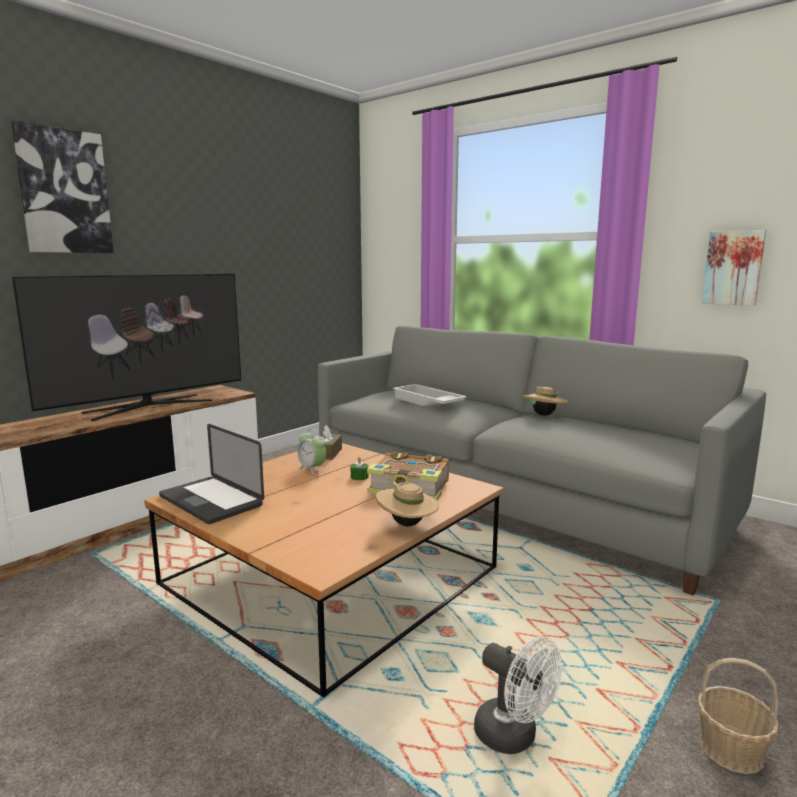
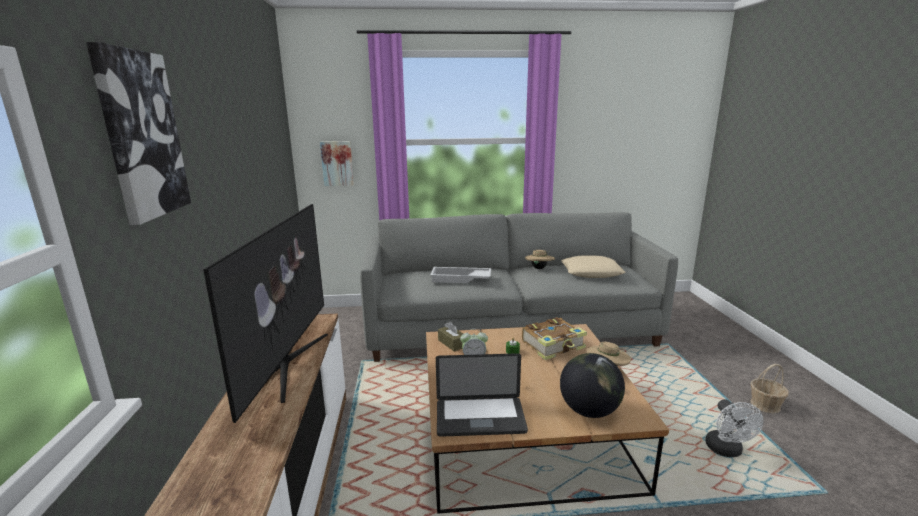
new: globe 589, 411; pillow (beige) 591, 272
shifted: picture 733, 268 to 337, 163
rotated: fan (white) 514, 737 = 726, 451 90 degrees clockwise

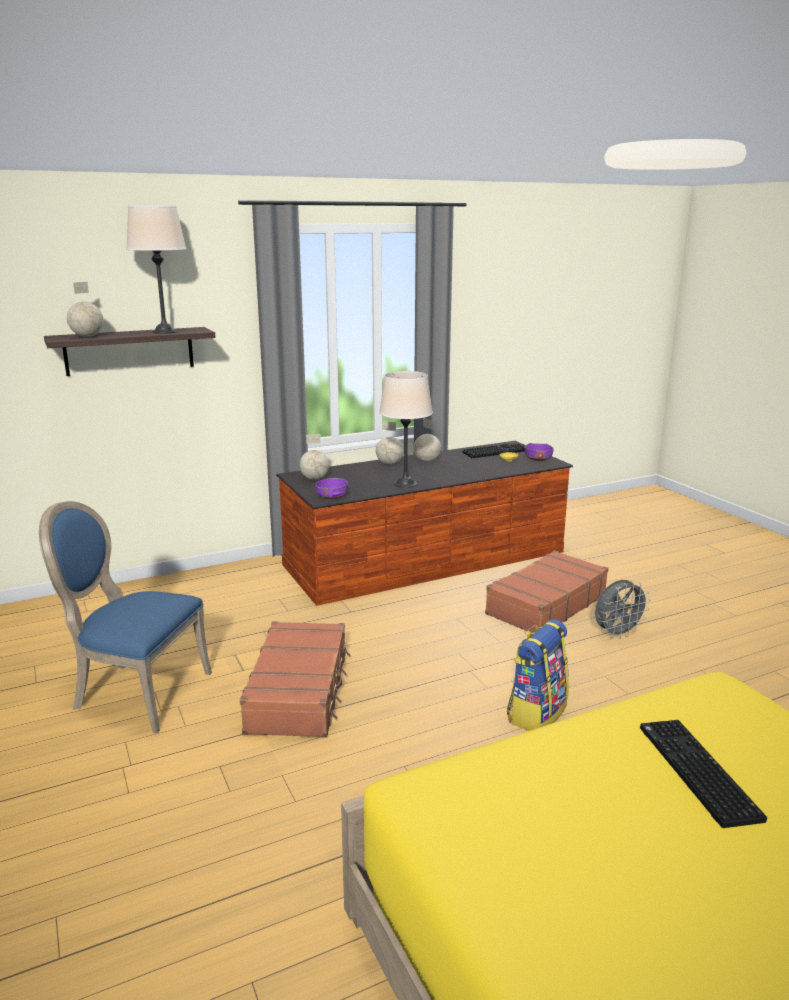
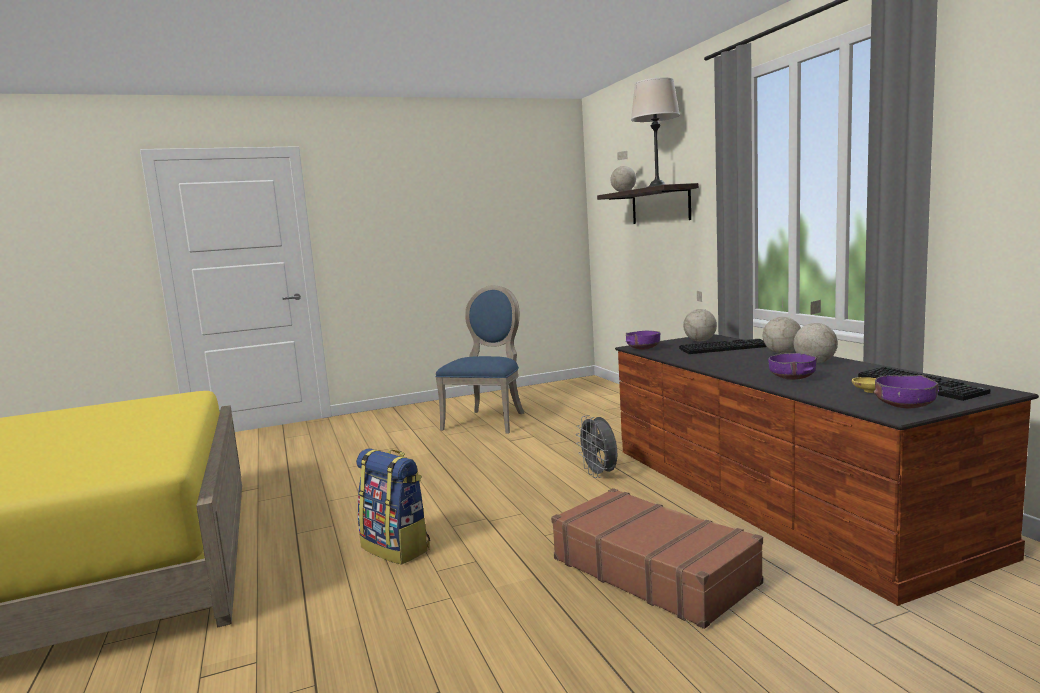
gone: suitcase (brown) 299, 691; table lamp (beige) 405, 484
new: bowl (purple) 792, 378
shifted: fan (grey) 617, 634 to 600, 474; keyboard 694, 771 to 724, 348

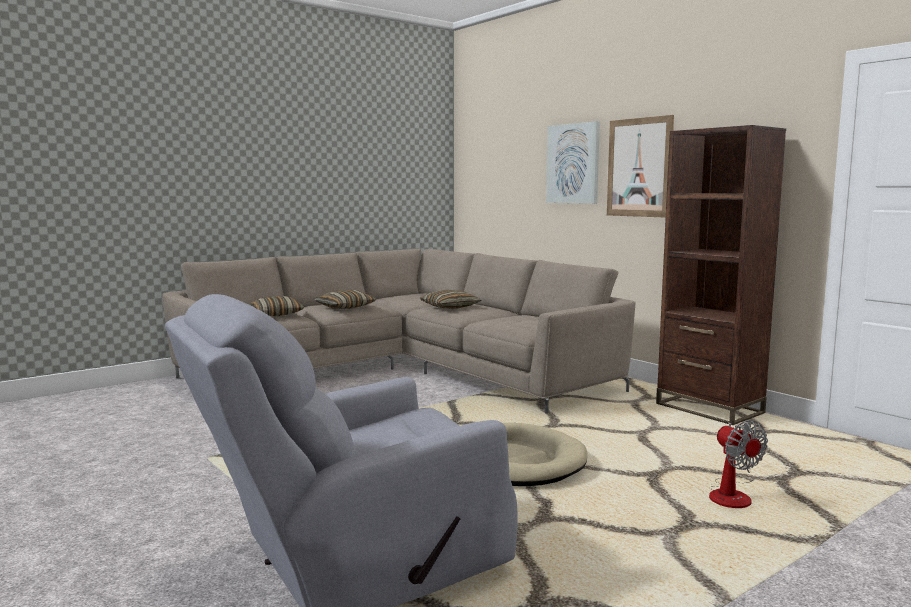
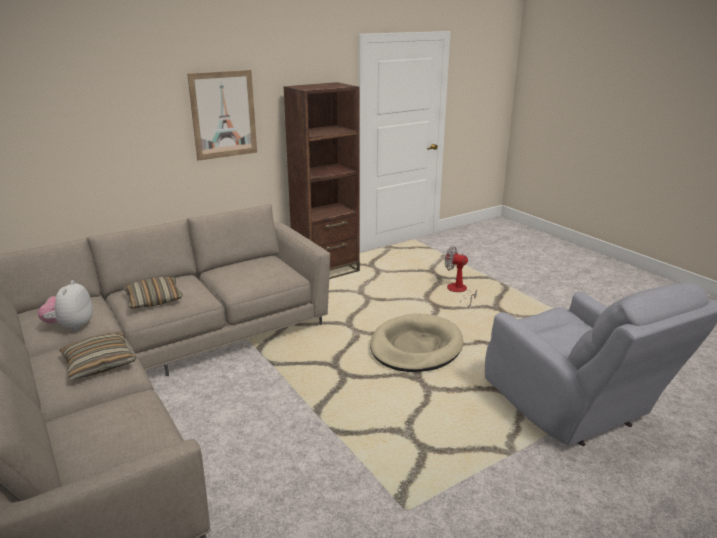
gone: pillow 275, 314; picture 573, 163
new: plush toy 71, 327
rotated: fan 732, 495 = 459, 292 135 degrees counterclockwise

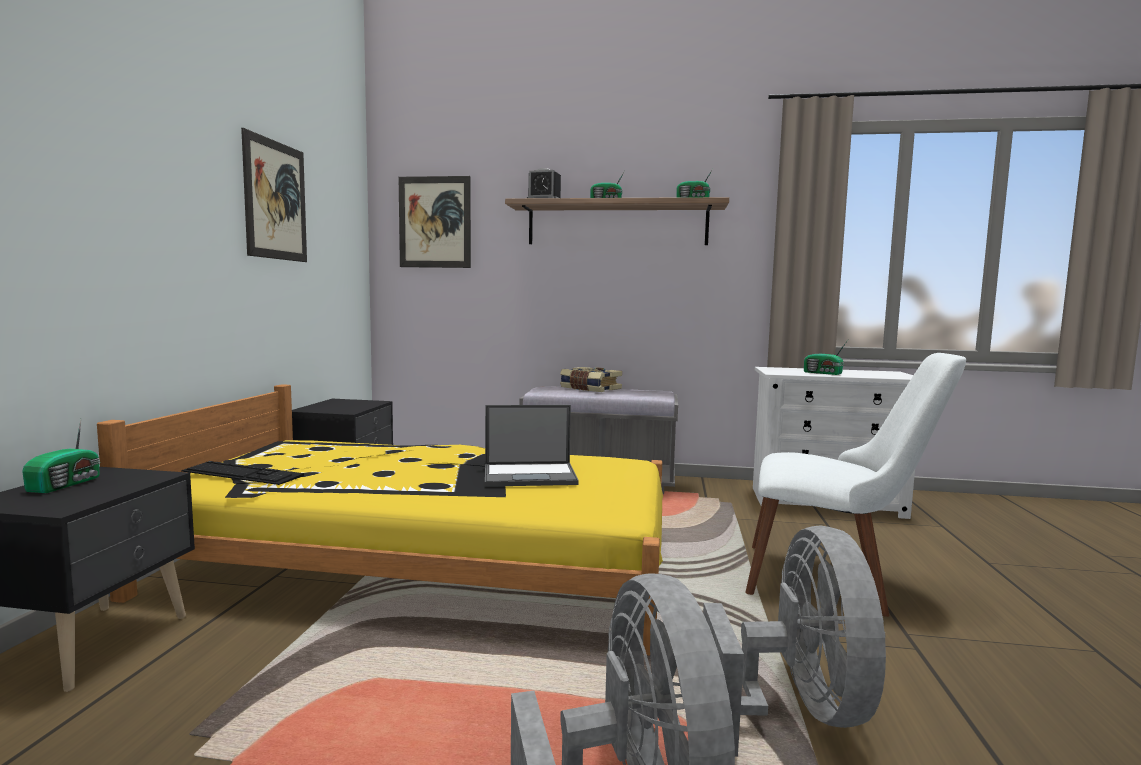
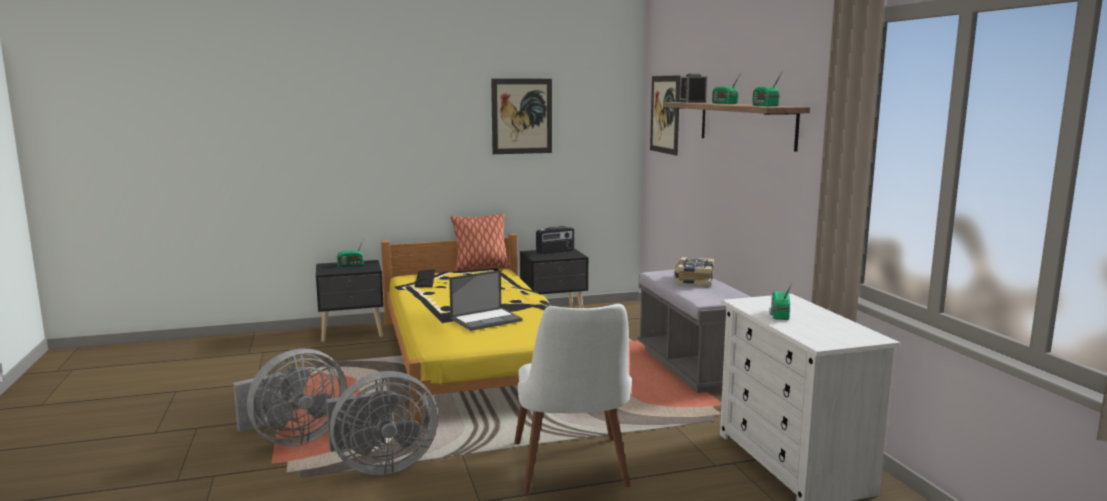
new: pillow 481, 268; radio 555, 251
rotated: laptop 531, 475 = 486, 319 90 degrees counterclockwise

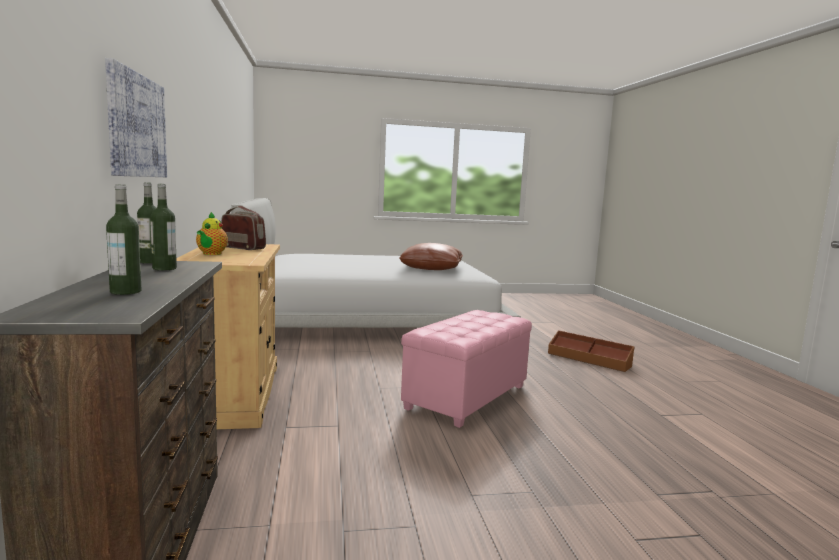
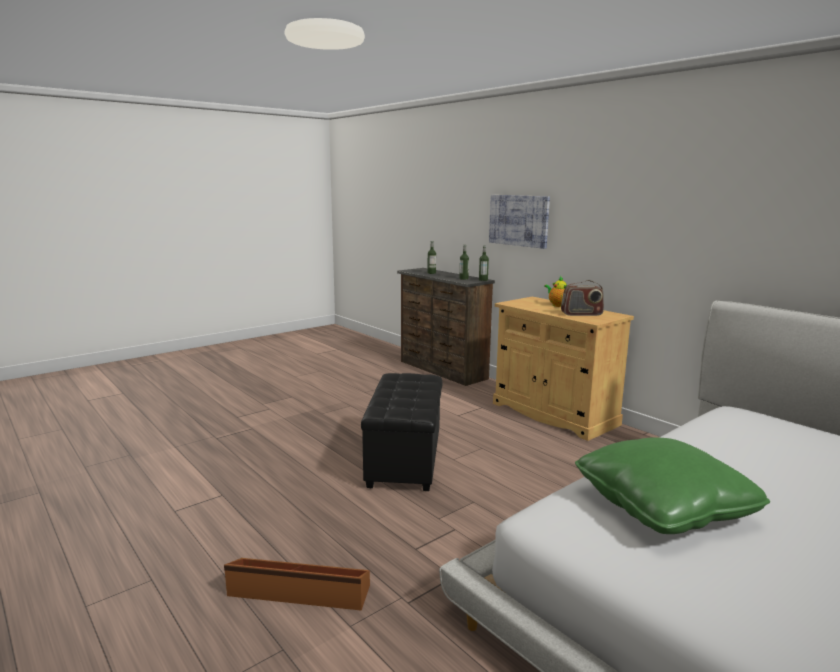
repainted: ottoman (pink) 466, 397 to ottoman (black) 406, 459; pillow (brown) 431, 268 to pillow (green) 663, 506

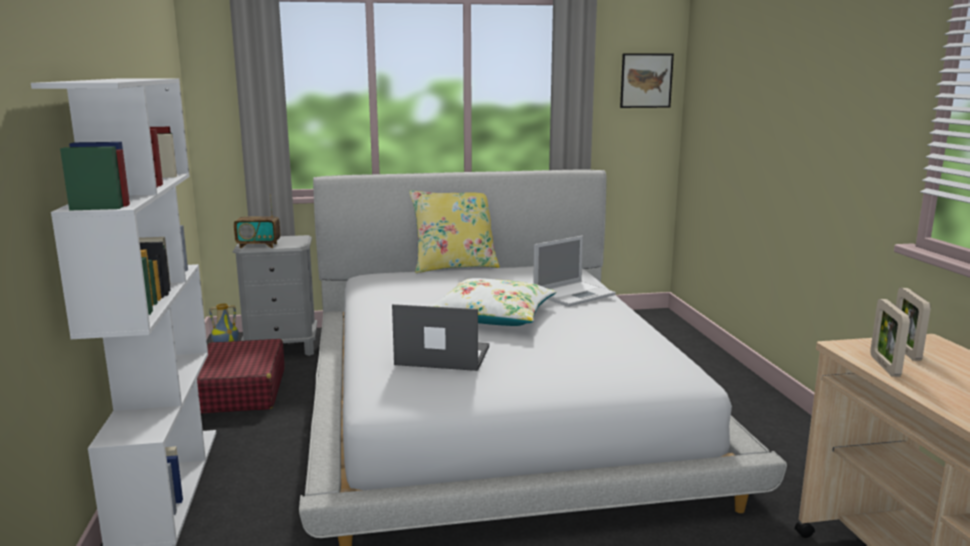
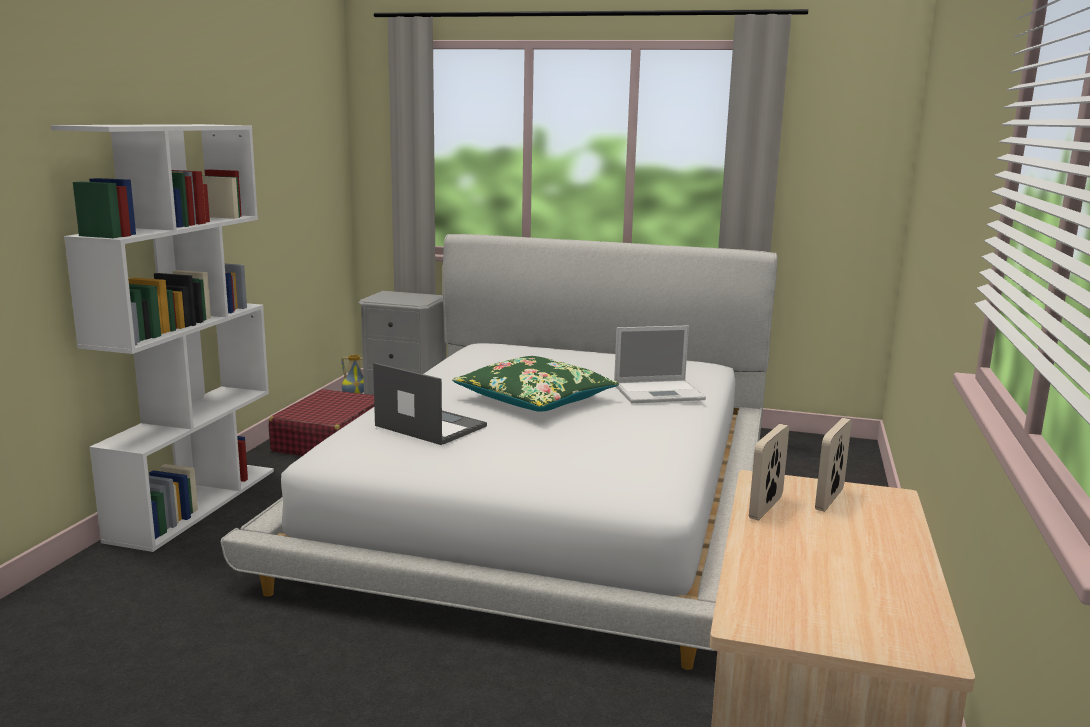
gone: radio 258, 245; pillow (yellow) 455, 267; picture 646, 80
repainted: pillow (white) 492, 317 to pillow (green) 535, 400

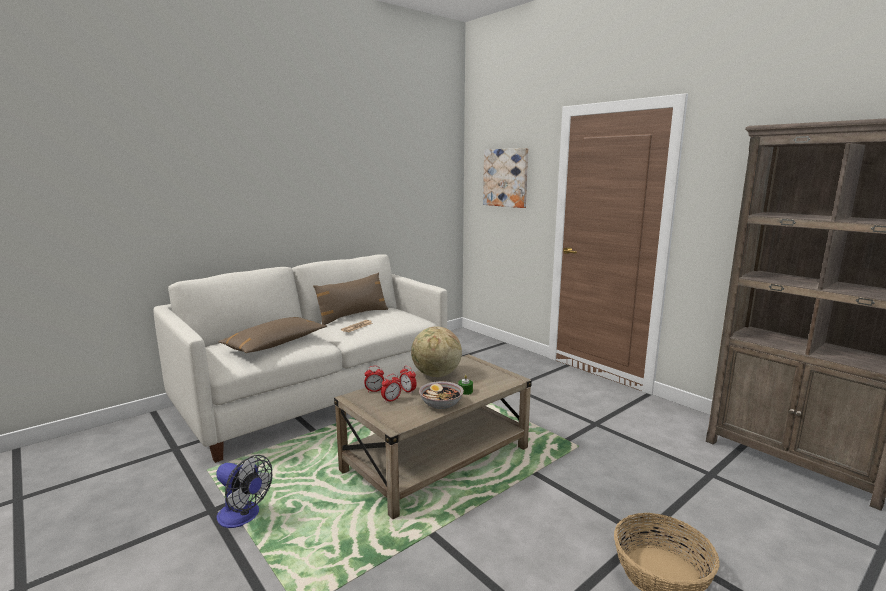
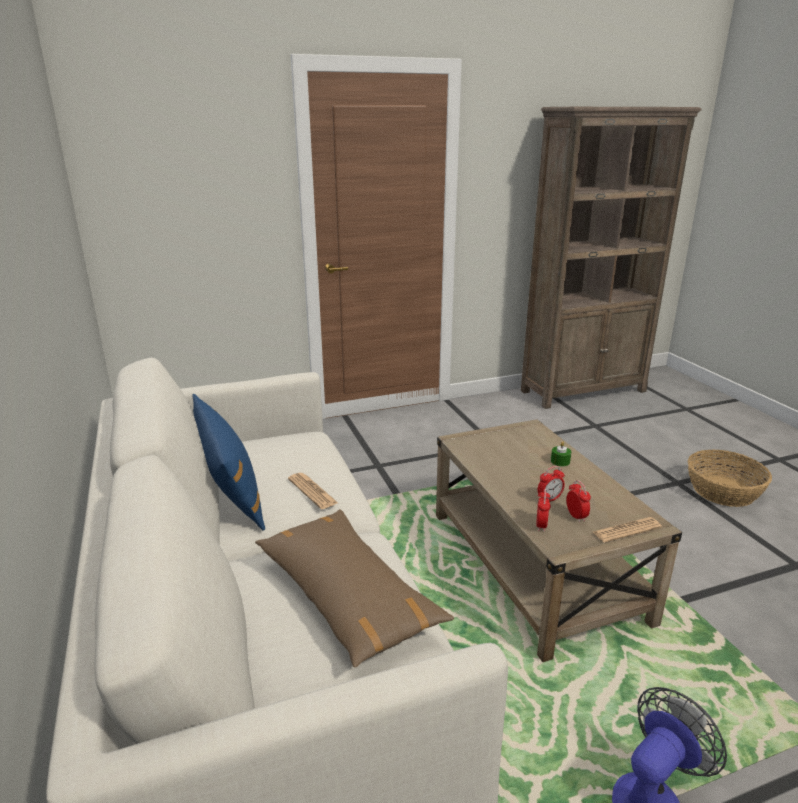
gone: globe 436, 375; bowl 441, 404; picture 506, 177
new: newspaper 626, 530
repainted: pillow (brown) 352, 316 to pillow (blue) 230, 490

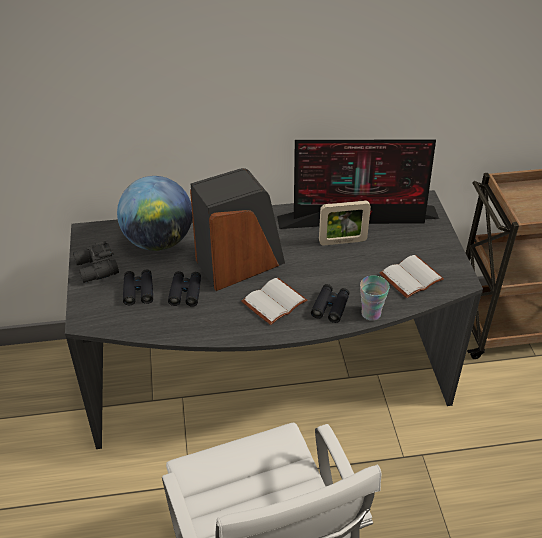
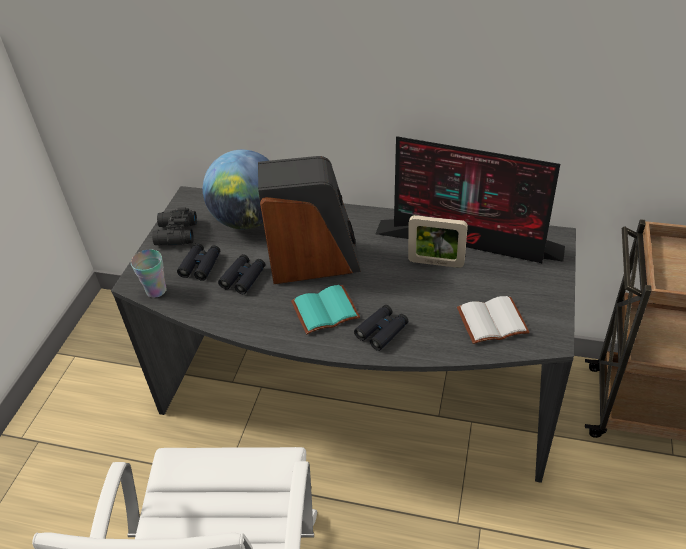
shifted: cup 371, 313 to 156, 290
repainted: book (white) 274, 301 to book (turquoise) 325, 309

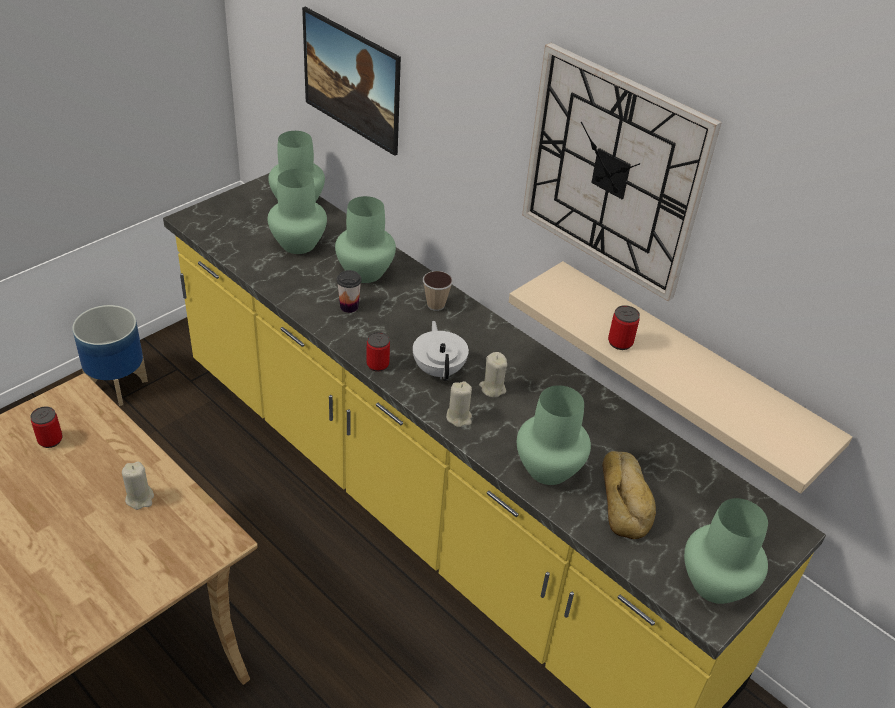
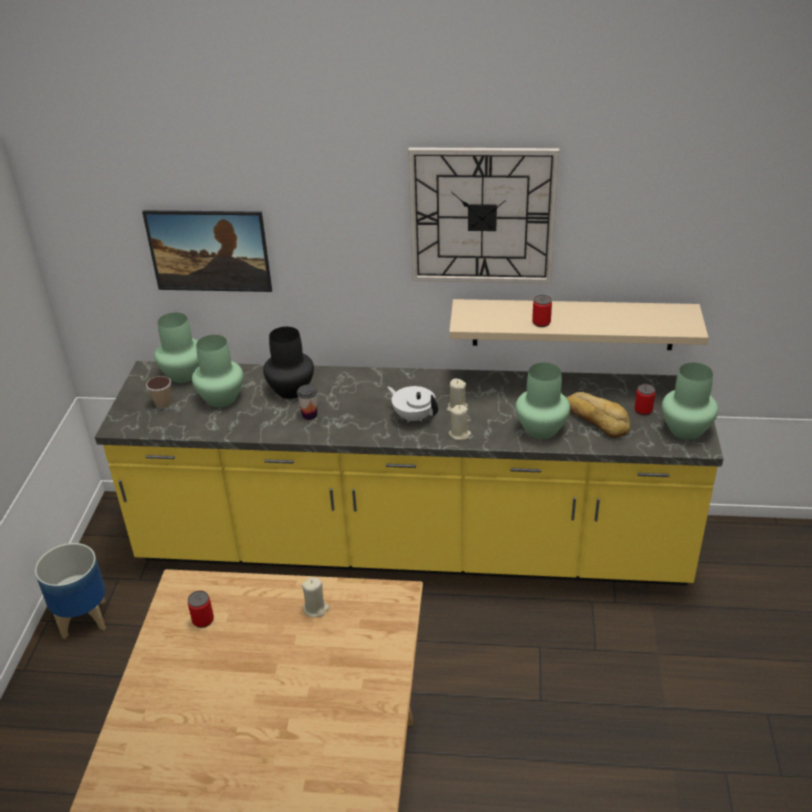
shifted: cup 436, 305 to 163, 404; can 377, 364 to 643, 410
repainted: vase (green) 364, 273 to vase (black) 291, 390

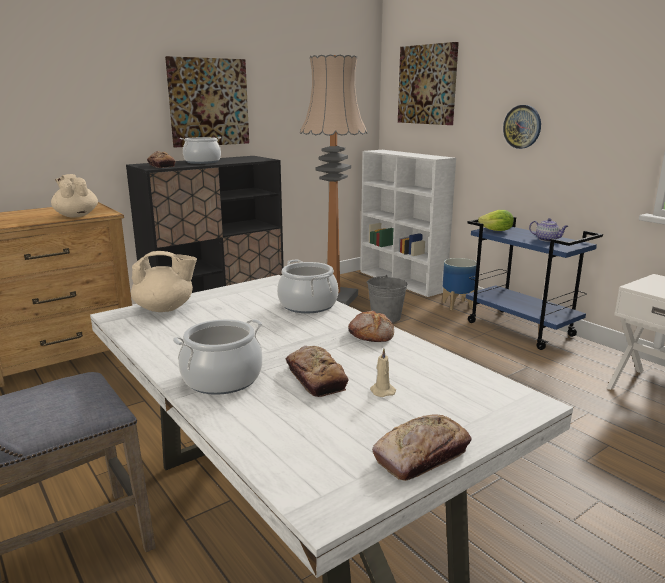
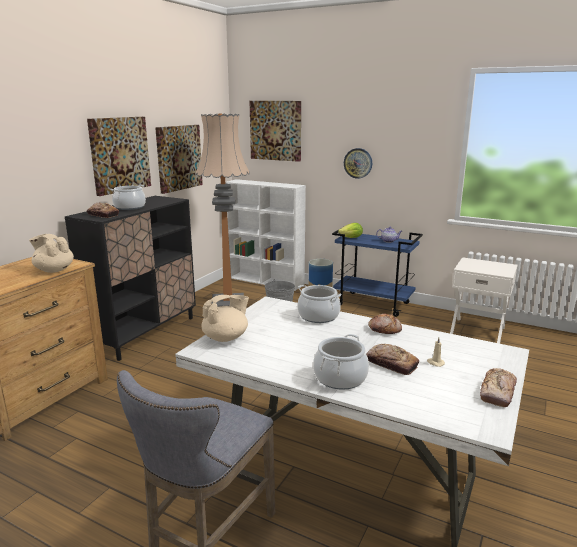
new: picture 178, 158

